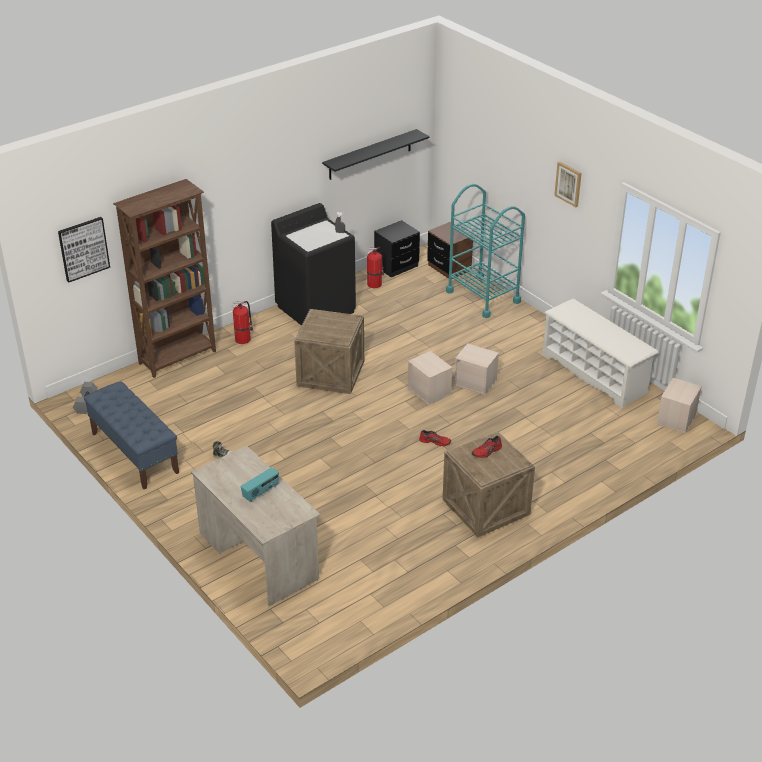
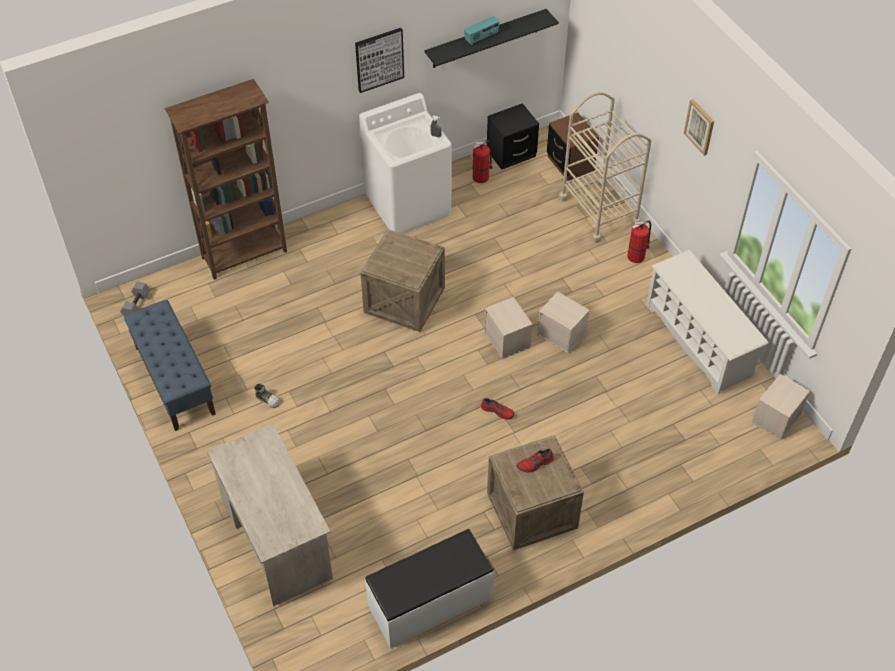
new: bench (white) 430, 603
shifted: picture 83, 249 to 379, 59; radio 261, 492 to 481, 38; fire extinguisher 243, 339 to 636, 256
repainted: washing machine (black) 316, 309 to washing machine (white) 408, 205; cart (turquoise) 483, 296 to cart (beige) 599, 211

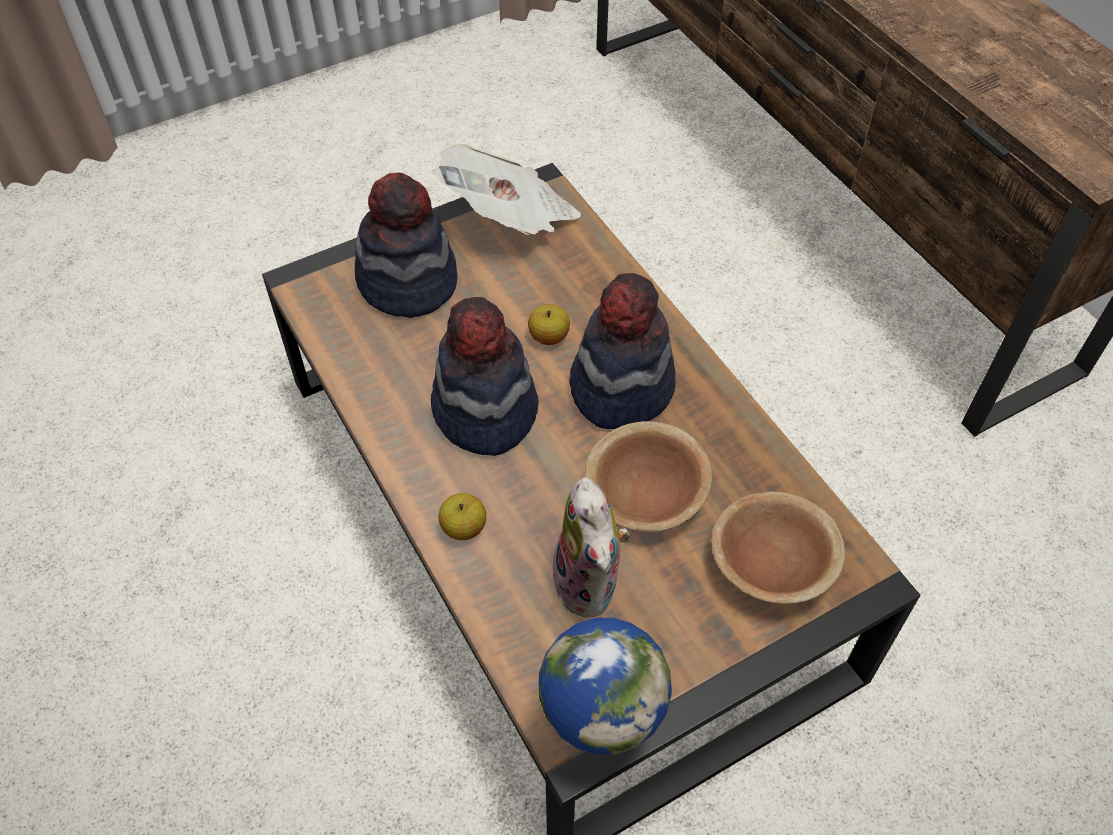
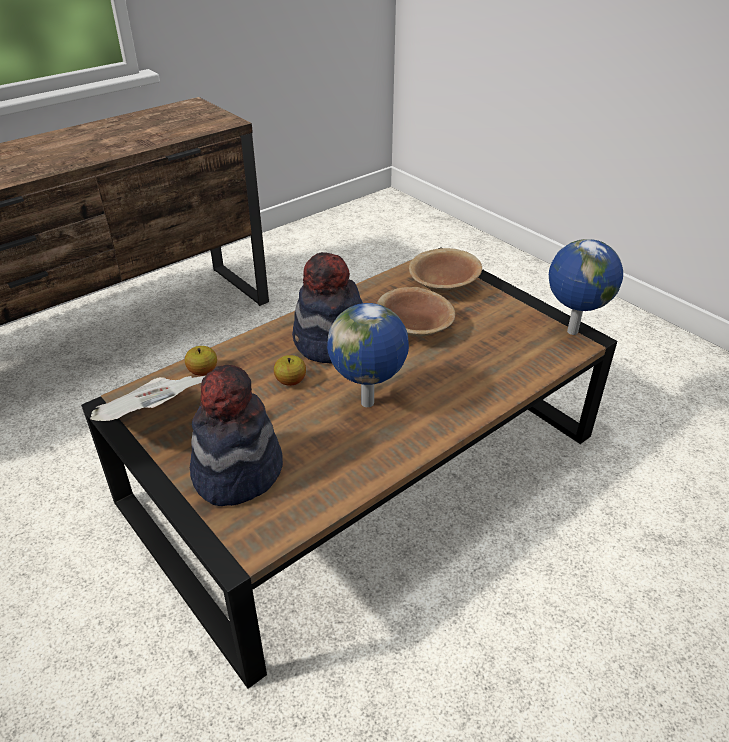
gone: plush toy 591, 584
shifted: apple 464, 528 to 203, 371
swapped: hat 484, 411 to globe 369, 404

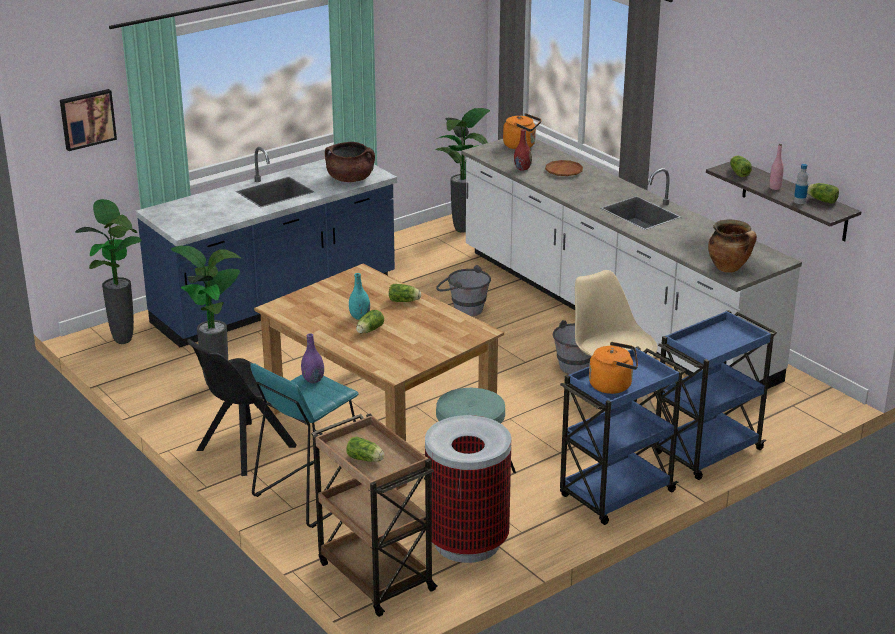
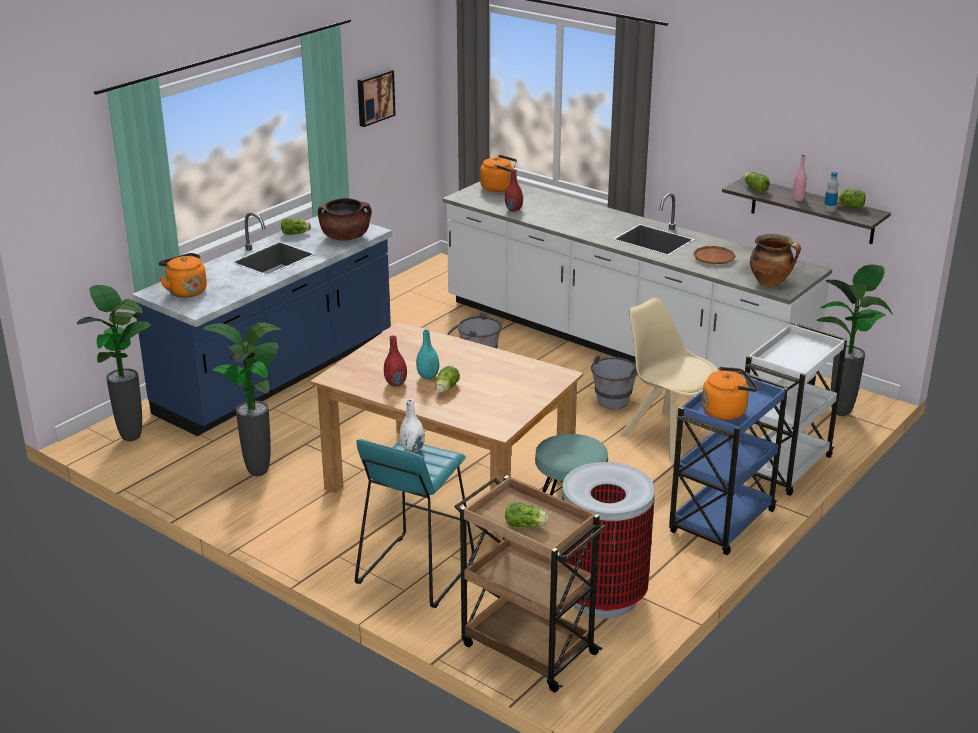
gone: chair (black) 244, 449
new: kettle (orange) 185, 291; vase (red) 395, 383
shifted: lettuce 405, 301 to 296, 233; picture 87, 119 to 374, 97; plate (brown) 564, 171 to 714, 258; potted plant 464, 230 to 842, 413
repainted: vase (purple) 313, 380 to vase (white) 412, 449; cart (blue) 706, 452 to cart (white) 782, 467

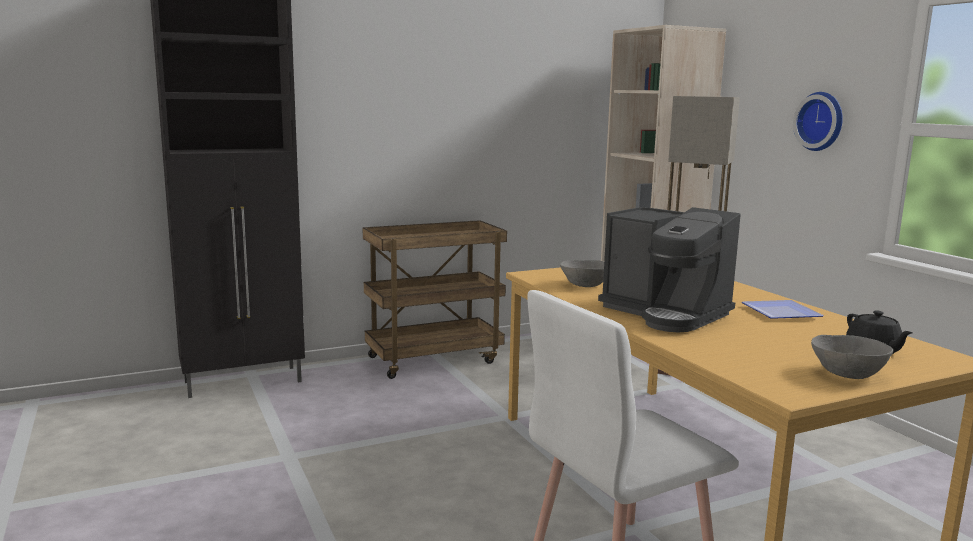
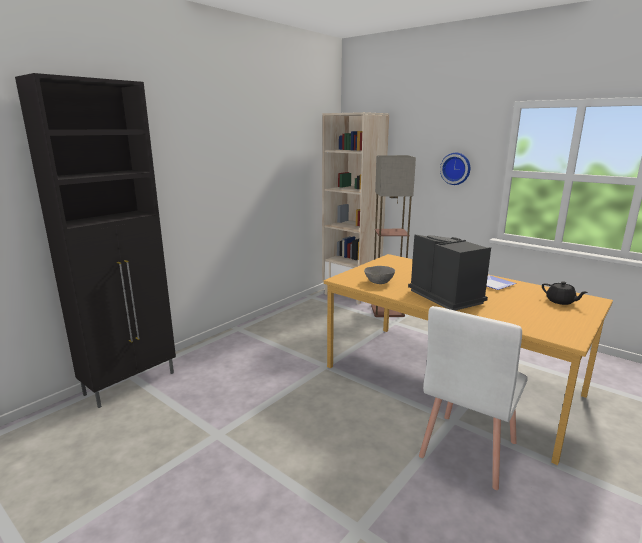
gone: cart (brown) 434, 359; bowl (grey) 848, 373
rotated: coffee machine 665, 313 = 446, 296 135 degrees counterclockwise

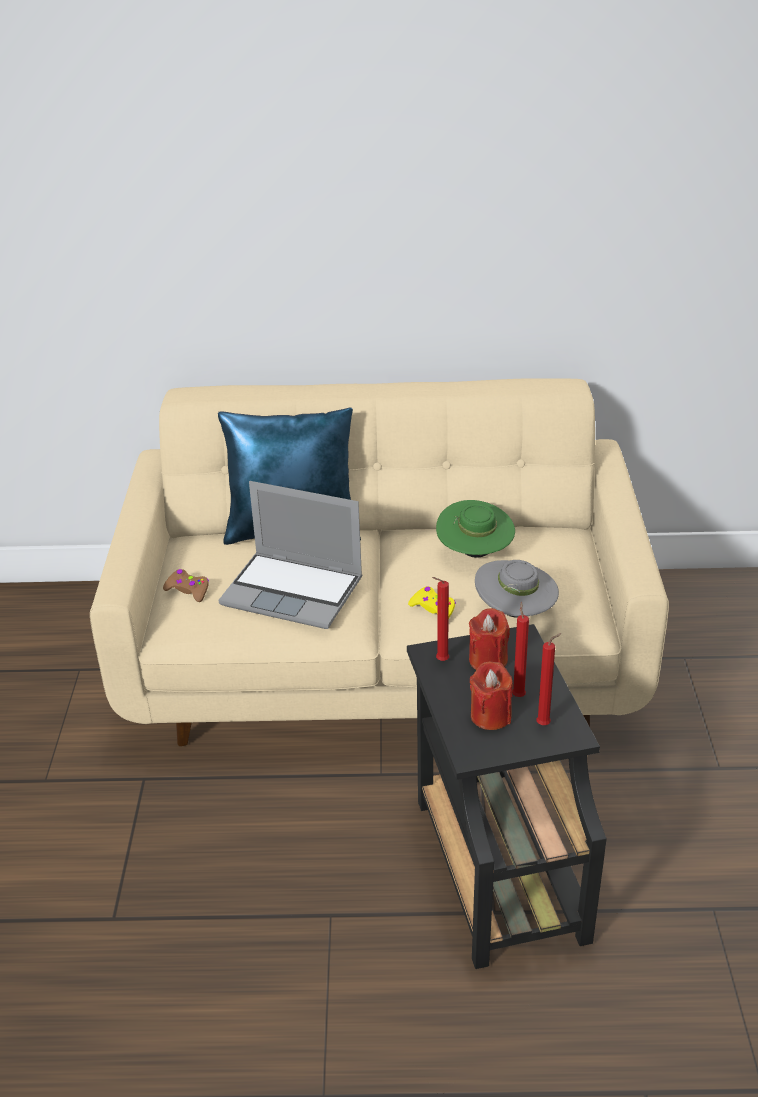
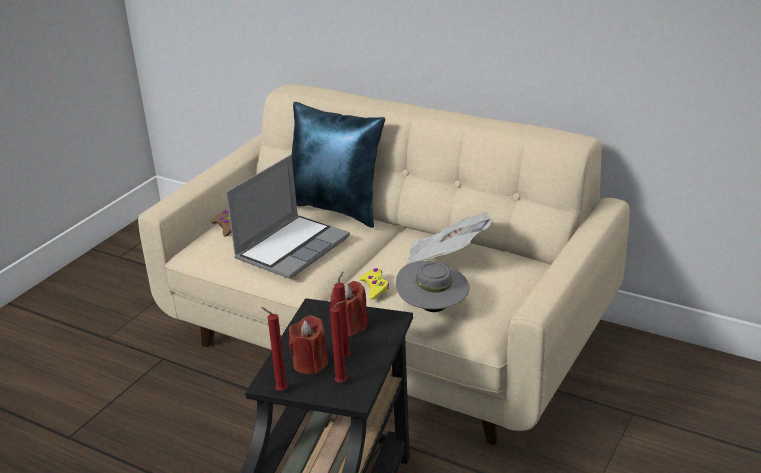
shifted: candle (red) 440, 661 to 279, 390
swapped: hat (green) 474, 553 to newspaper 446, 259
rotated: laptop 294, 591 = 292, 247 105 degrees counterclockwise

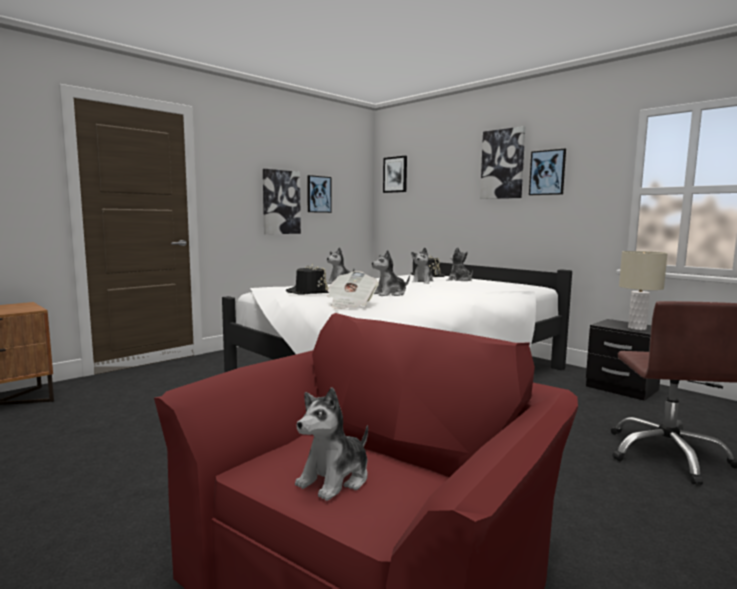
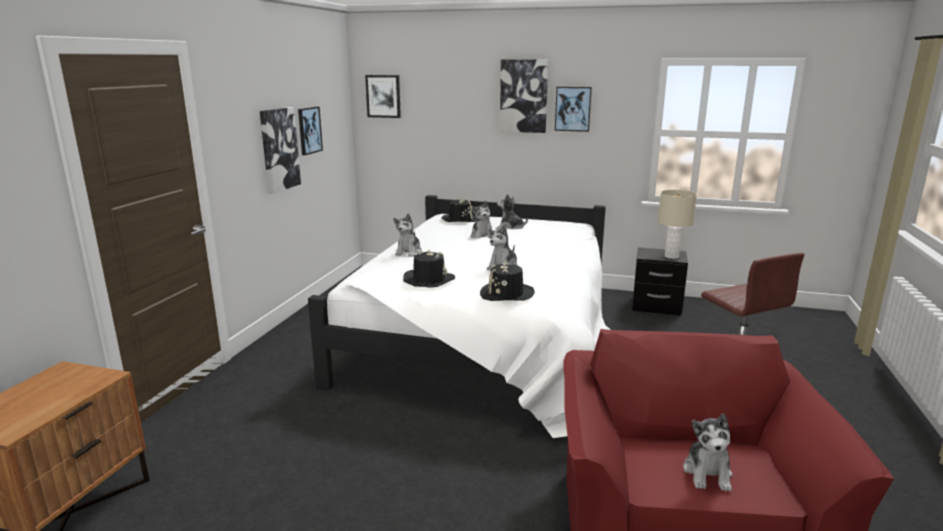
swapped: newspaper 350, 304 to hat (black) 506, 294

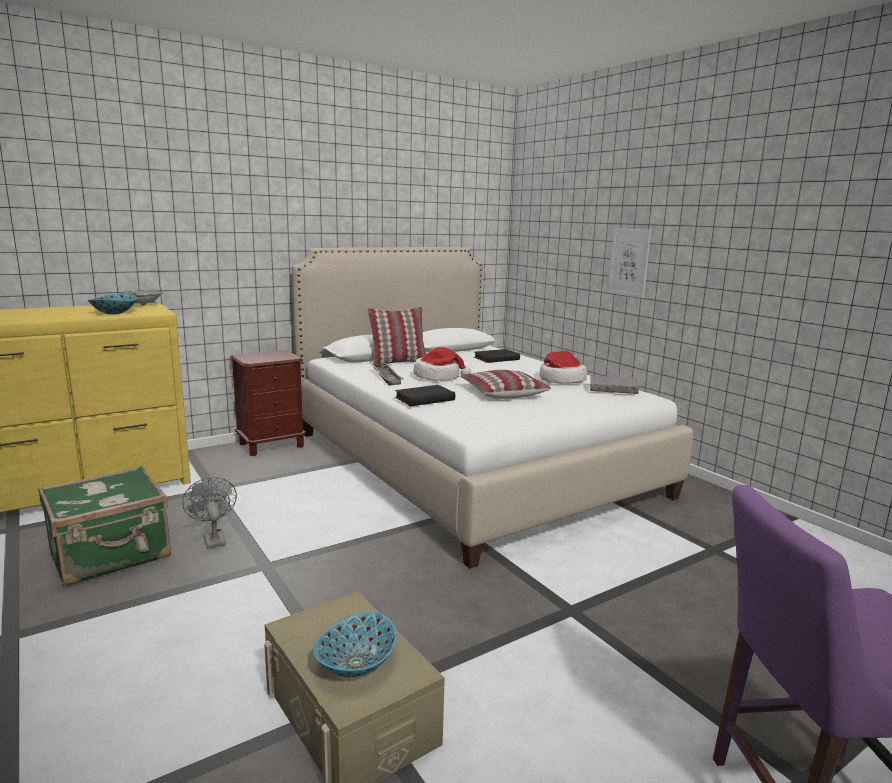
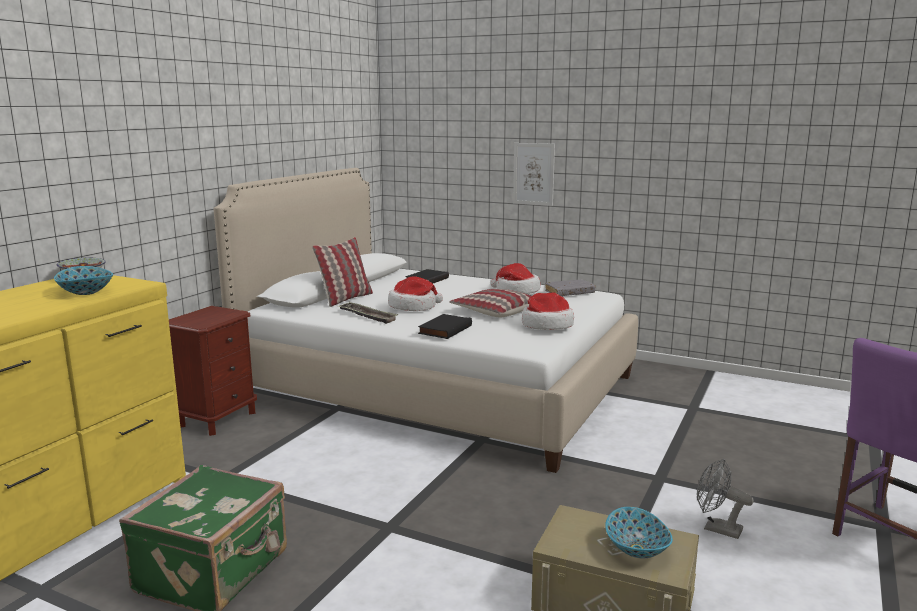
new: hat 546, 325
shifted: fan (grey) 213, 539 to 716, 528

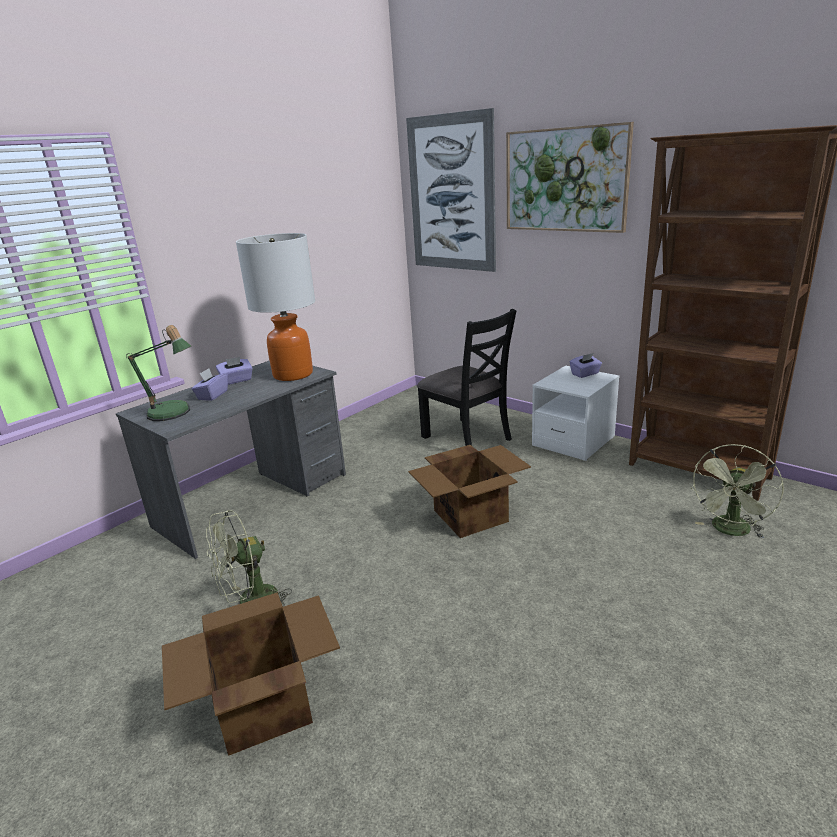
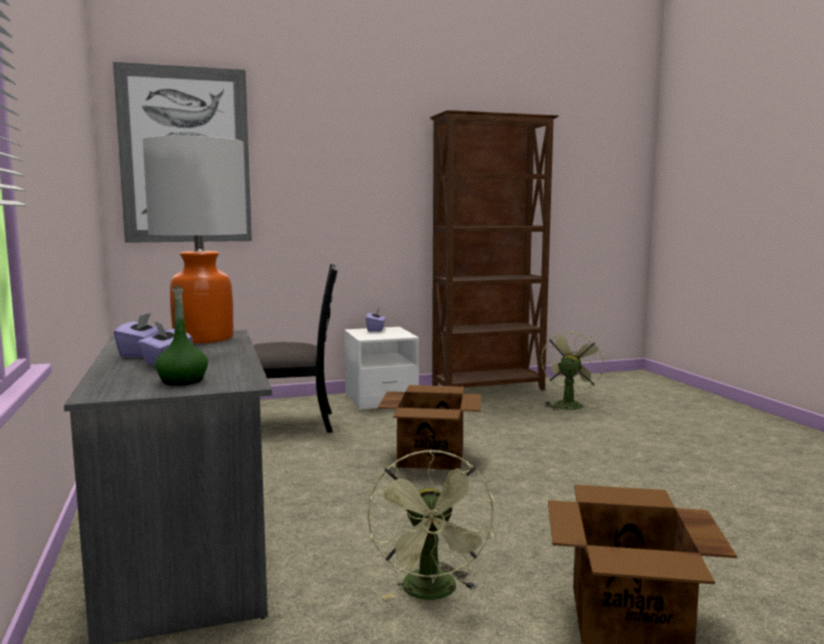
gone: picture 565, 180
swapped: table lamp 173, 414 to bottle (green) 182, 381
rotated: fan (green) 730, 531 = 568, 404 135 degrees counterclockwise

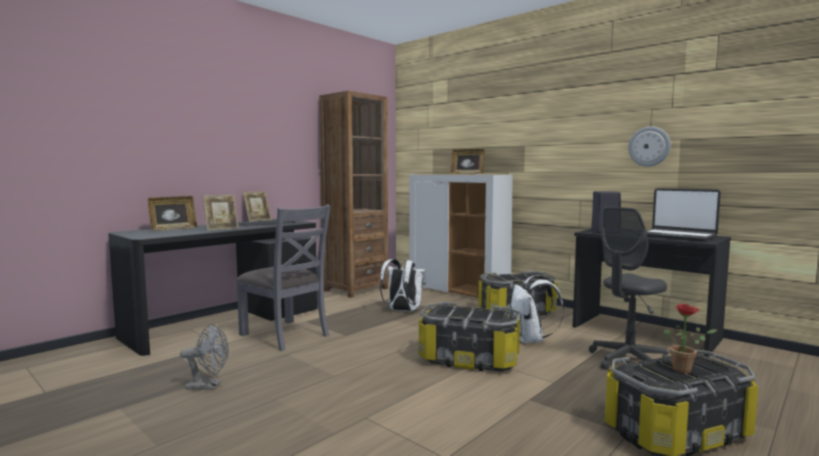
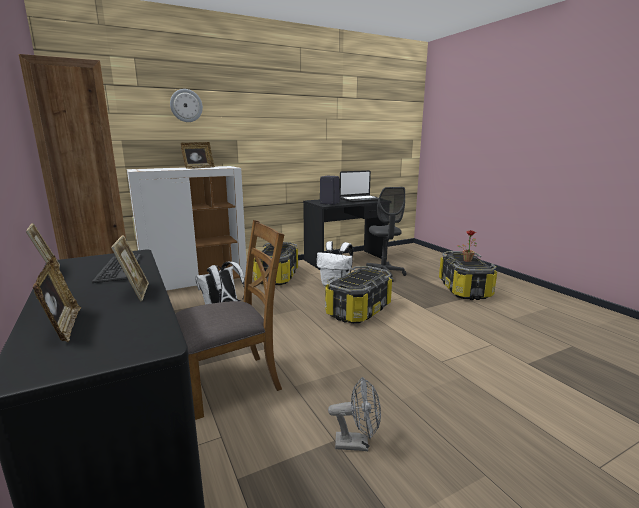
shifted: wall clock 649, 146 to 186, 105
repainted: chair (grey) 285, 335 to chair (brown) 231, 383
rotated: fan (grey) 208, 386 = 357, 443 75 degrees clockwise

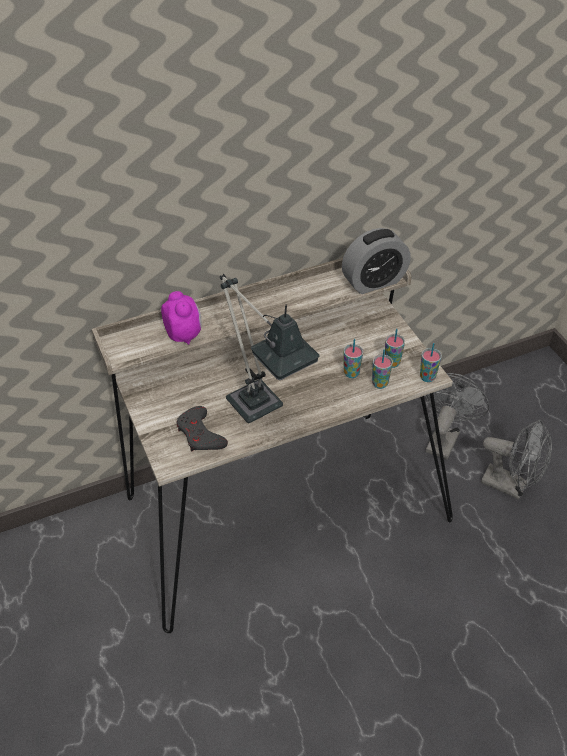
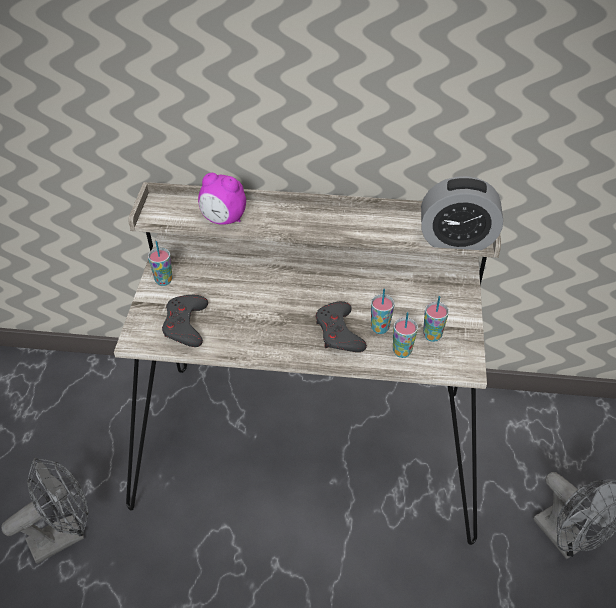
gone: table lamp 261, 411
new: game controller (grey) 339, 332
shifted: fan (grey) 444, 437 to 64, 534; cup 427, 377 to 164, 280
rotated: alarm clock 184, 335 = 223, 220 105 degrees clockwise

